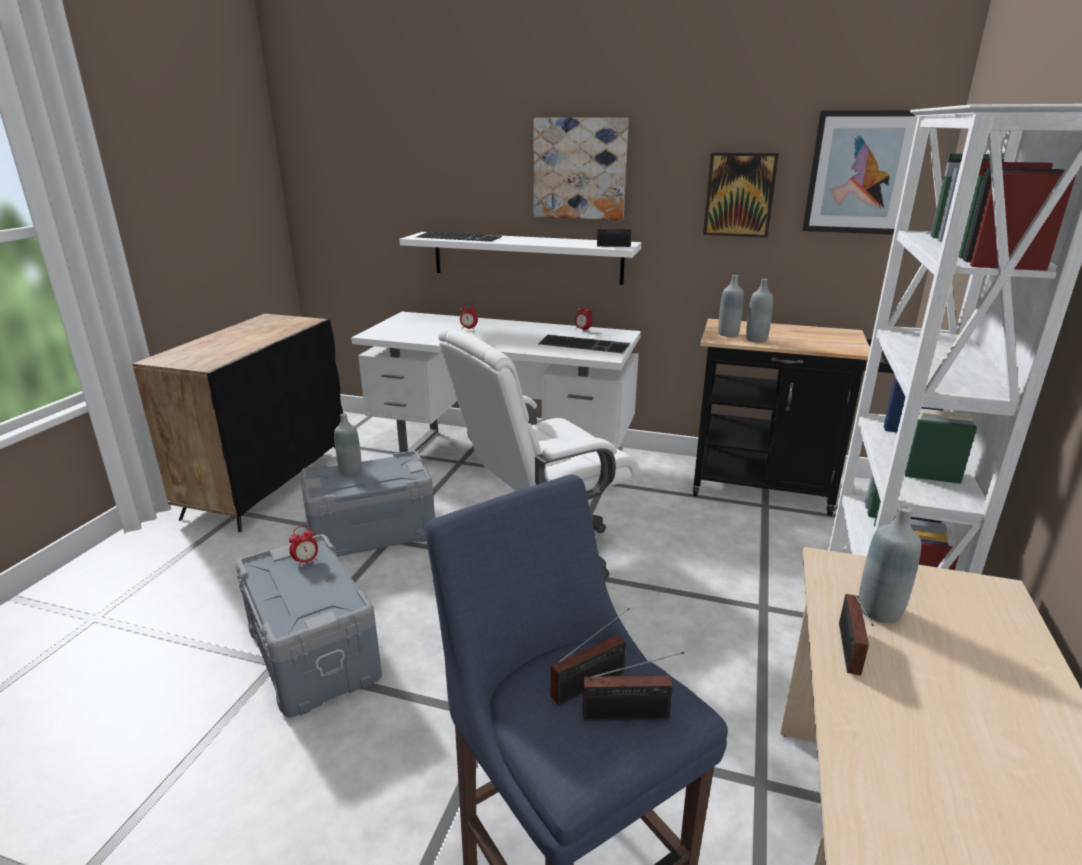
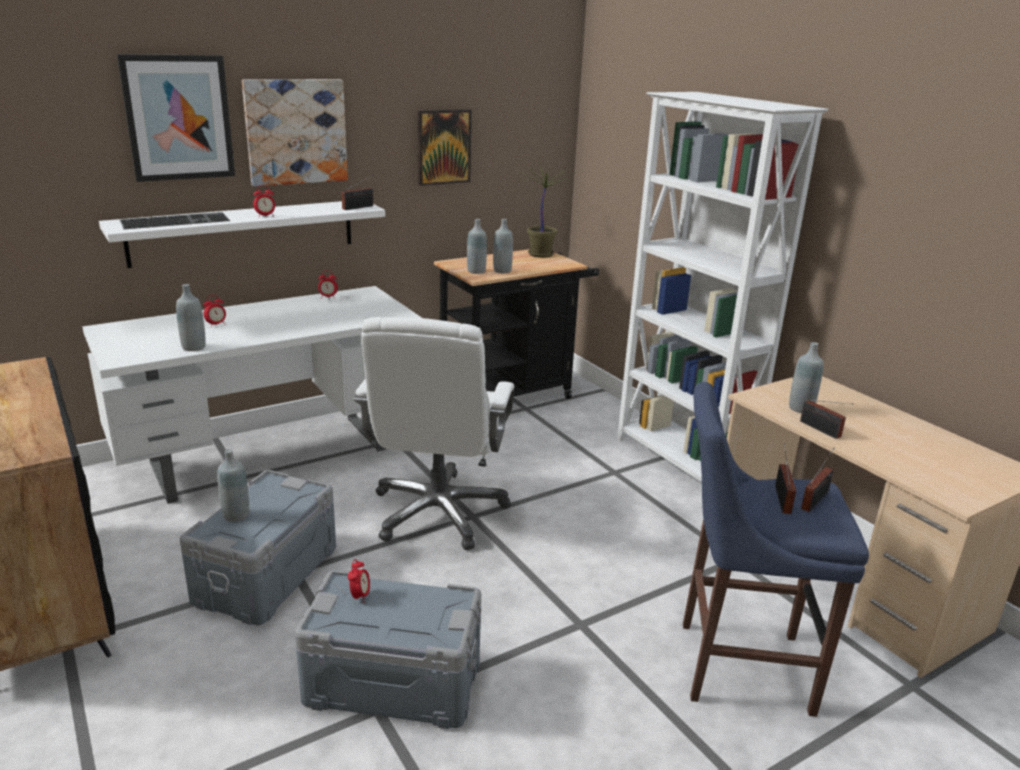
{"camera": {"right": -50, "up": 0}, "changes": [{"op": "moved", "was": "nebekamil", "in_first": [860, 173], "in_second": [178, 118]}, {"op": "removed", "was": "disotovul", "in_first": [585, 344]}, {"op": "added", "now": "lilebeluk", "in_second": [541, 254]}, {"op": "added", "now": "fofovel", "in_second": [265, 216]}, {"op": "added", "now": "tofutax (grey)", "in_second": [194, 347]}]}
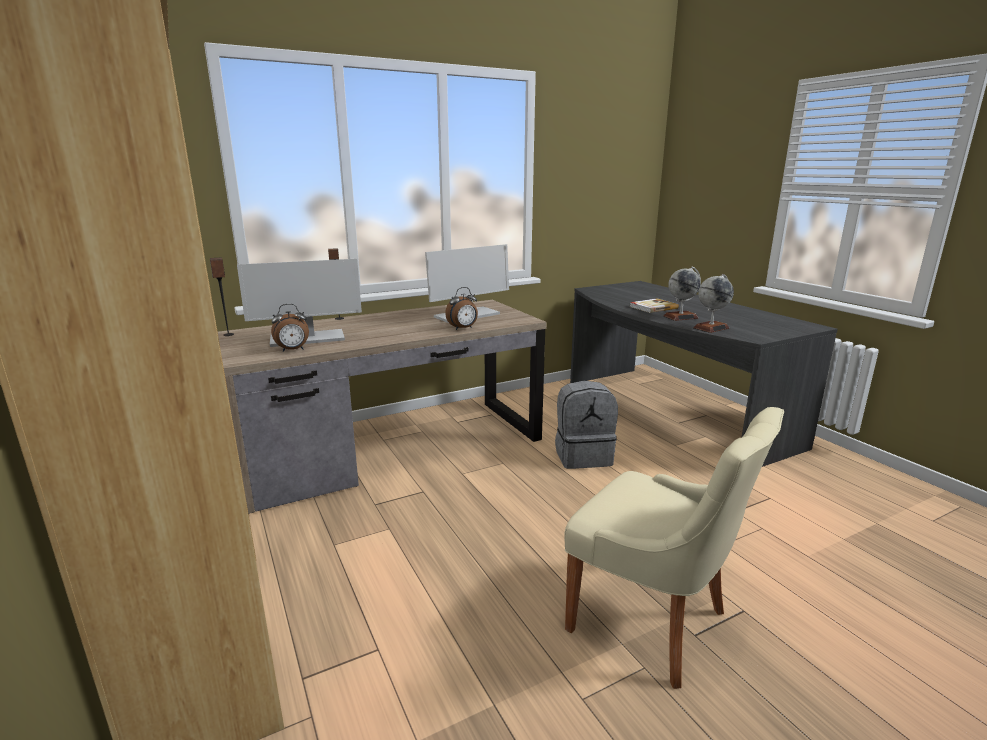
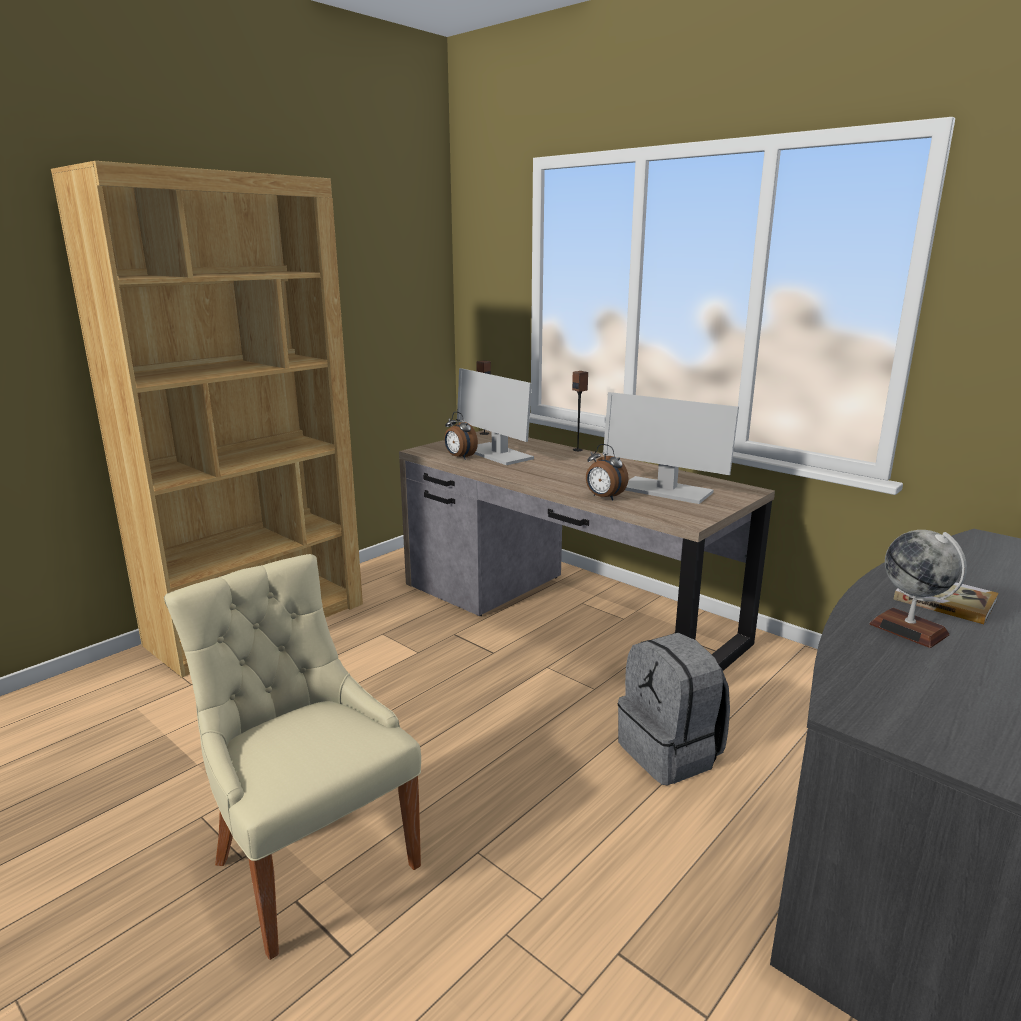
{"camera": {"right": 70, "up": 0}, "changes": [{"op": "removed", "was": "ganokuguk", "in_first": [711, 328]}, {"op": "turned", "was": "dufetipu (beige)", "in_first": [653, 623], "in_second": [312, 860], "clockwise": 120}]}
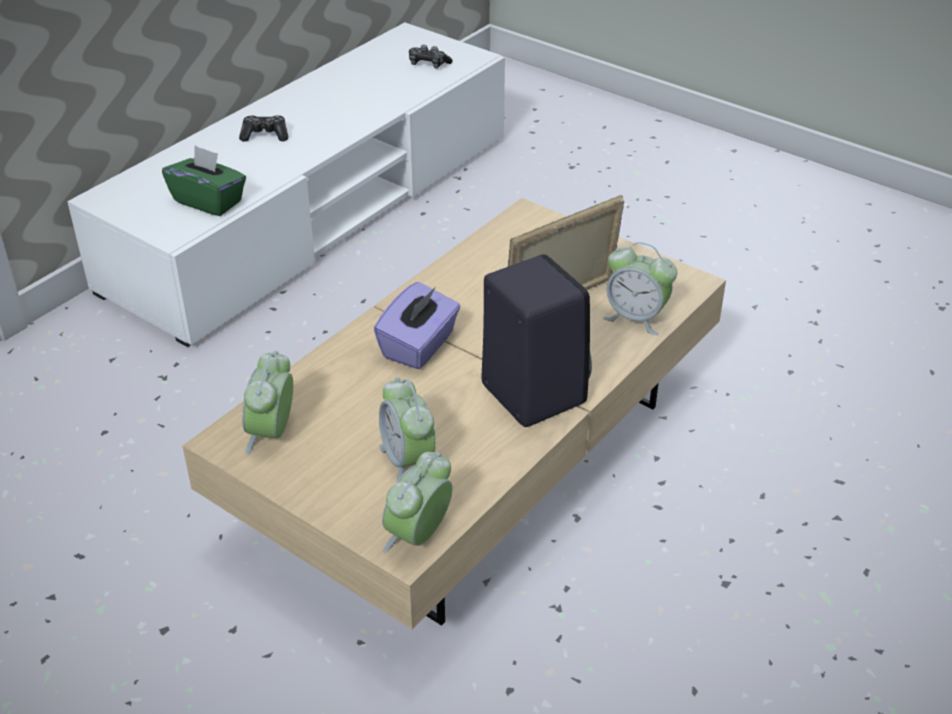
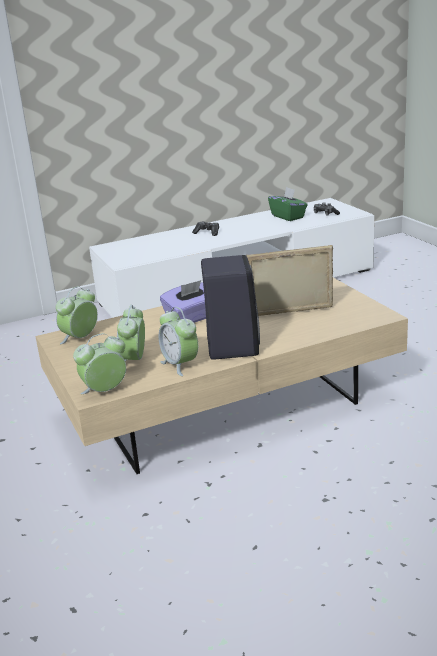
{"camera": {"right": 30, "up": -15}, "changes": [{"op": "moved", "was": "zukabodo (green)", "in_first": [209, 201], "in_second": [288, 216]}, {"op": "moved", "was": "fofovel", "in_first": [636, 318], "in_second": [180, 365]}]}
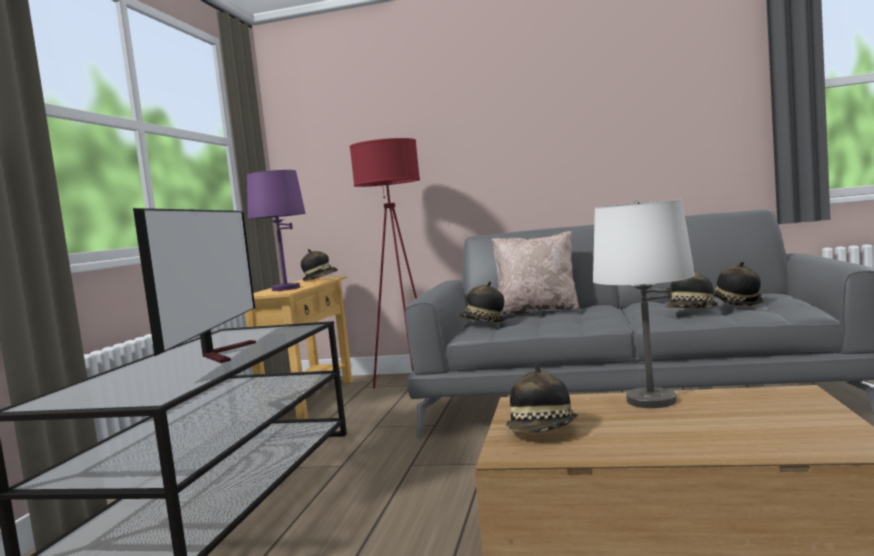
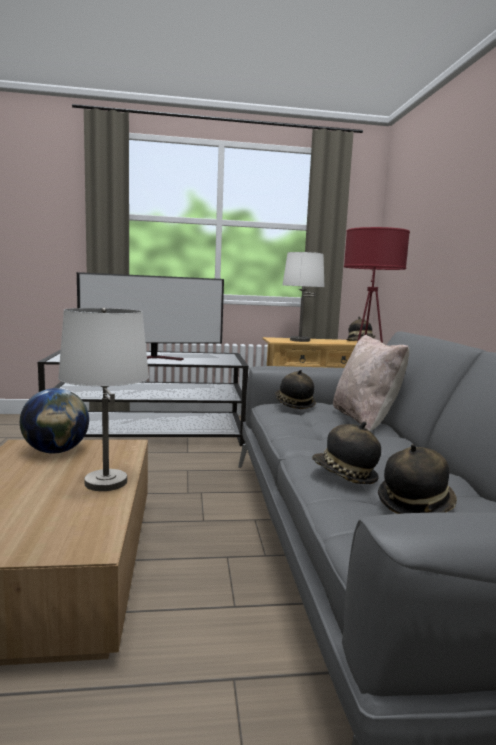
{"camera": {"right": 70, "up": 5}, "changes": [{"op": "recoloured", "was": "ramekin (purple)", "now": "ramekin (white)", "in_first": [286, 289], "in_second": [299, 340]}, {"op": "replaced", "was": "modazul", "now": "ganokuguk", "in_first": [543, 432], "in_second": [56, 451]}]}
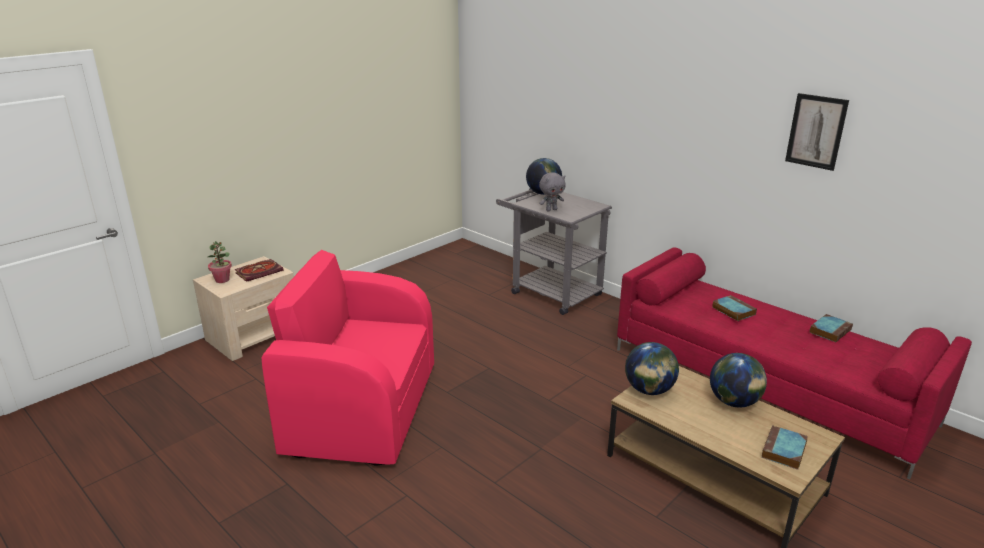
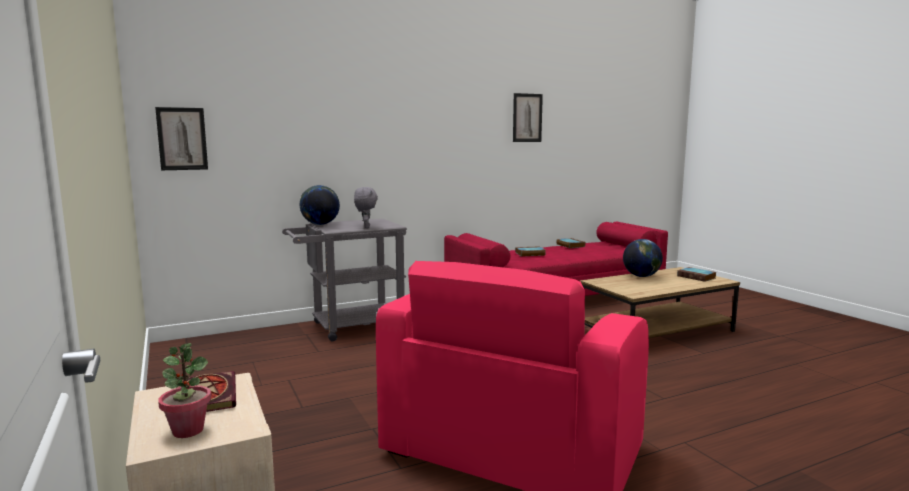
{"camera": {"right": -70, "up": -15}, "changes": [{"op": "removed", "was": "ganokuguk", "in_first": [649, 390]}, {"op": "added", "now": "nebekamil", "in_second": [182, 139]}]}
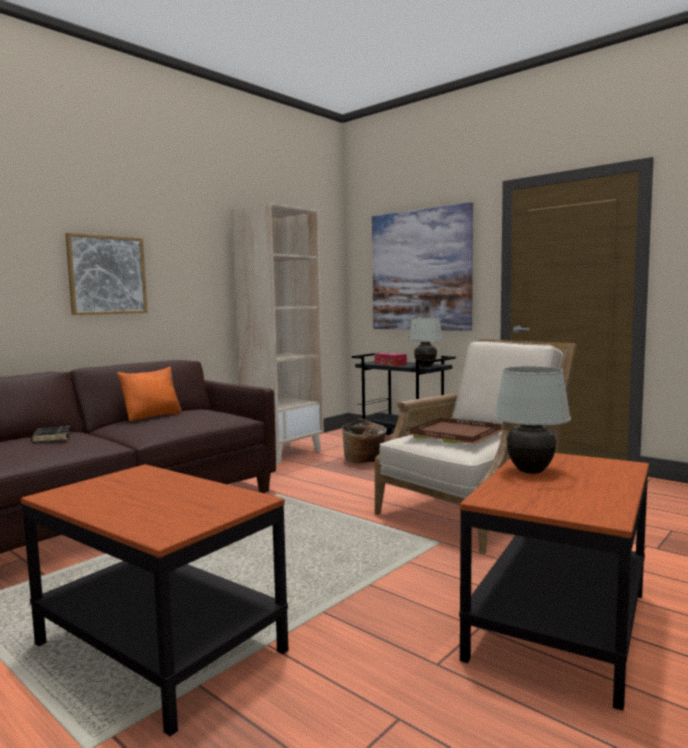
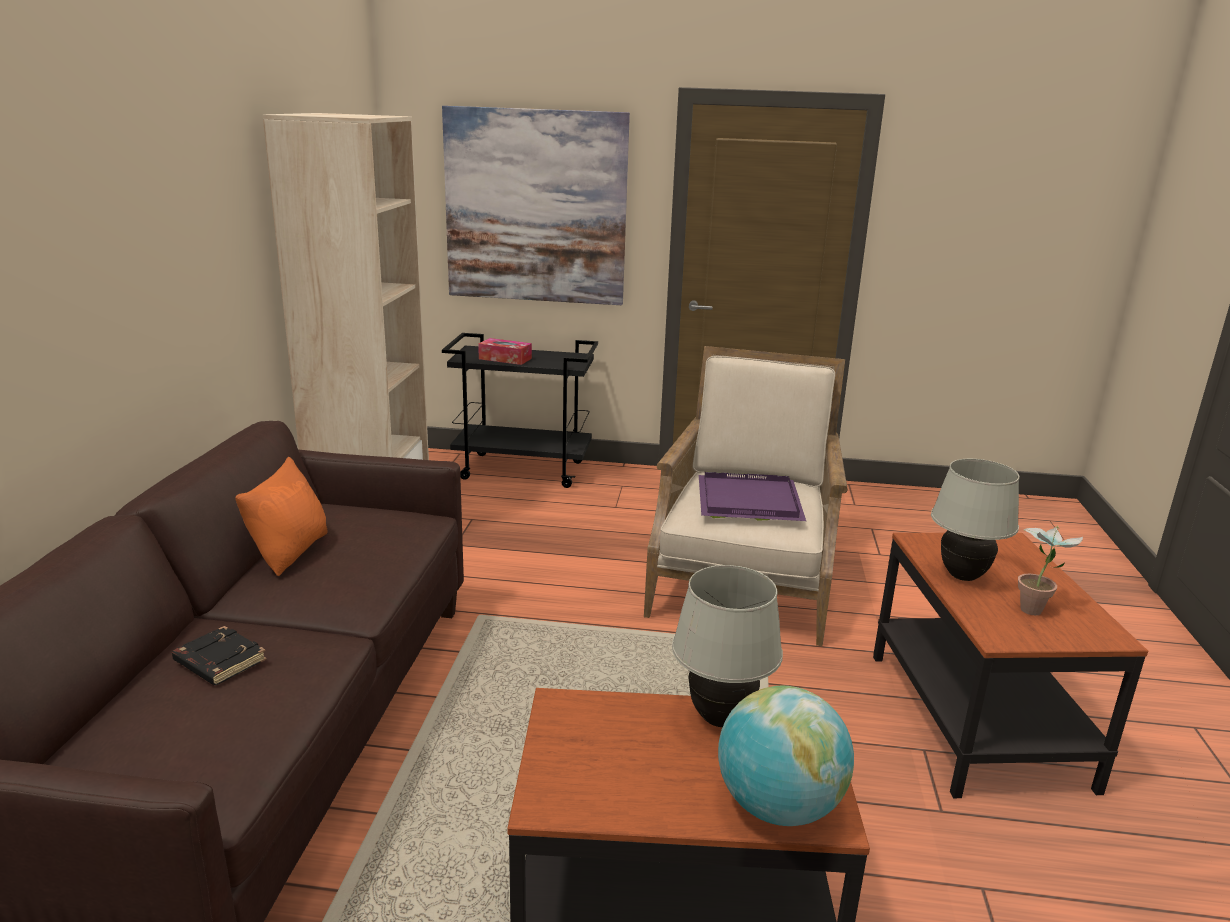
{"camera": {"right": -35, "up": 15}, "changes": [{"op": "removed", "was": "nebekamil", "in_first": [107, 275]}, {"op": "moved", "was": "ramekin (white)", "in_first": [425, 367], "in_second": [721, 718]}, {"op": "recoloured", "was": "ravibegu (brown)", "now": "ravibegu (purple)", "in_first": [453, 435], "in_second": [747, 502]}, {"op": "removed", "was": "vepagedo", "in_first": [364, 461]}, {"op": "added", "now": "lilebeluk", "in_second": [1036, 608]}, {"op": "added", "now": "ganokuguk", "in_second": [778, 806]}]}
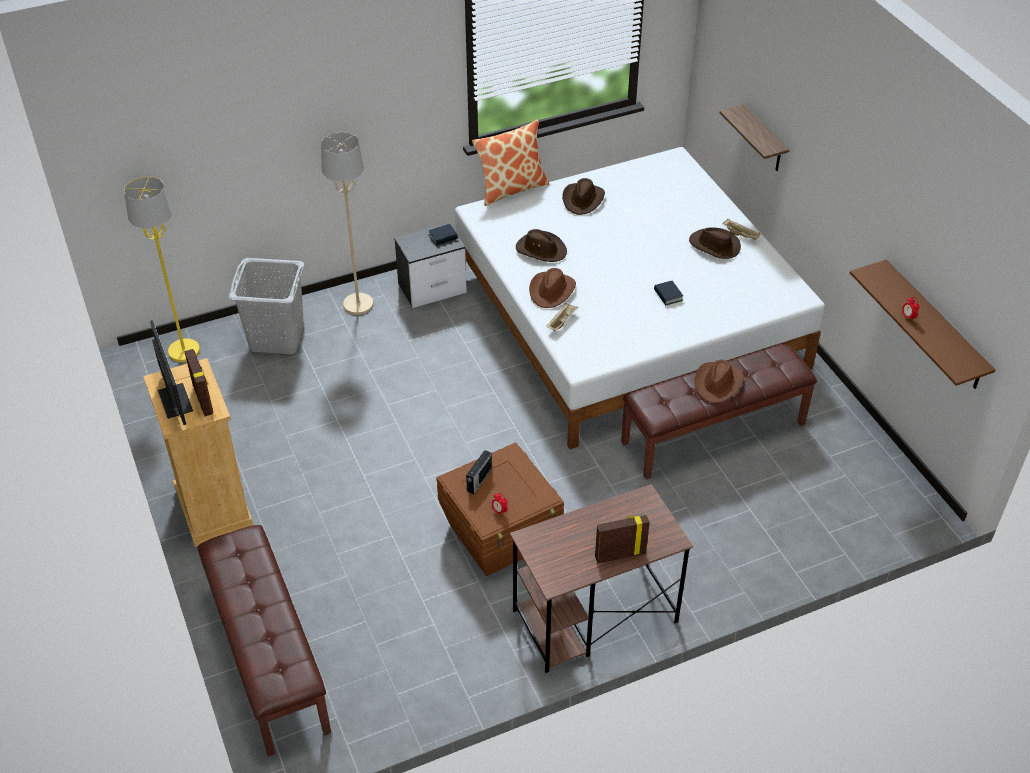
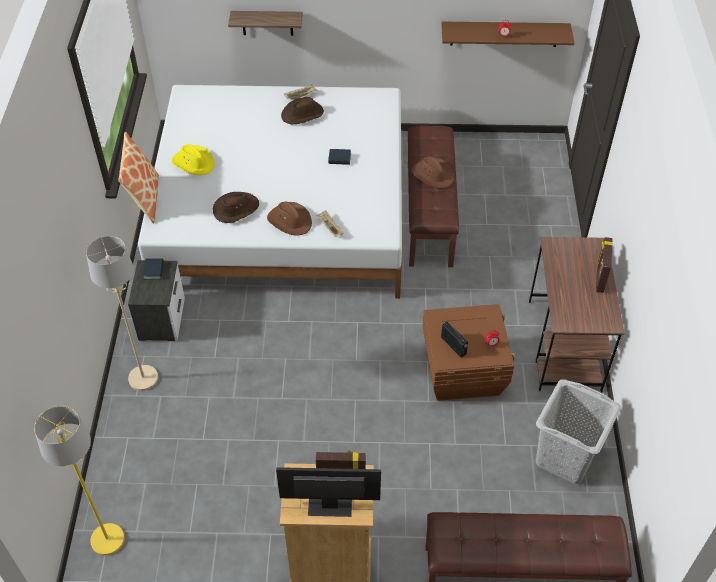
{"camera": {"right": -65, "up": 5}, "changes": [{"op": "recoloured", "was": "modazul (brown)", "now": "modazul (yellow)", "in_first": [583, 200], "in_second": [194, 162]}, {"op": "moved", "was": "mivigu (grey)", "in_first": [277, 338], "in_second": [565, 457]}]}
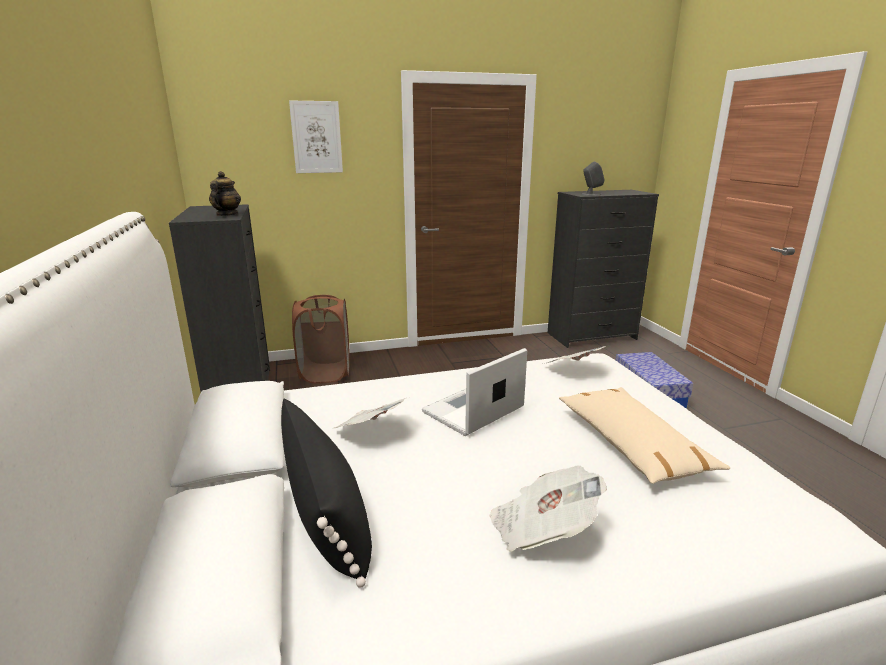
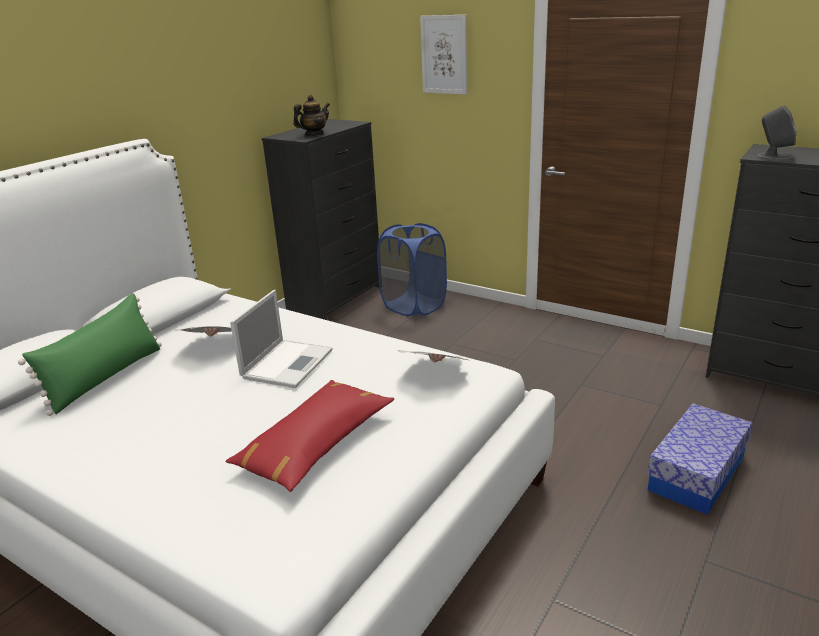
{"camera": {"right": 50, "up": 5}, "changes": [{"op": "recoloured", "was": "mivigu (brown)", "now": "mivigu (blue)", "in_first": [325, 373], "in_second": [413, 306]}, {"op": "turned", "was": "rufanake", "in_first": [472, 411], "in_second": [288, 363], "clockwise": 105}, {"op": "recoloured", "was": "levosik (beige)", "now": "levosik (red)", "in_first": [631, 445], "in_second": [315, 445]}, {"op": "recoloured", "was": "levosik (black)", "now": "levosik (green)", "in_first": [326, 515], "in_second": [106, 377]}, {"op": "removed", "was": "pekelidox", "in_first": [542, 529]}]}
